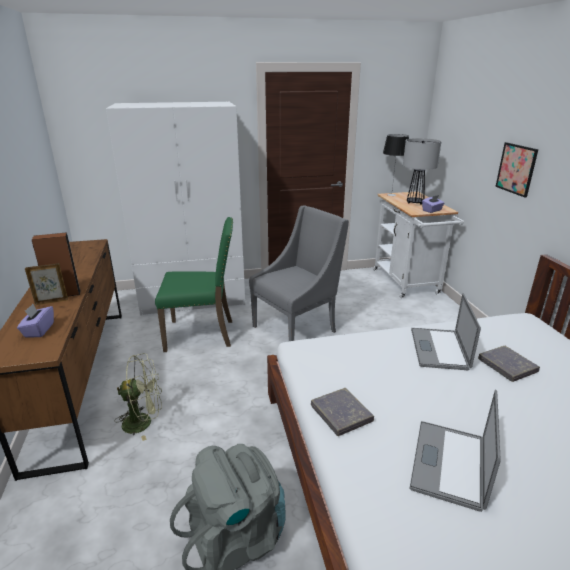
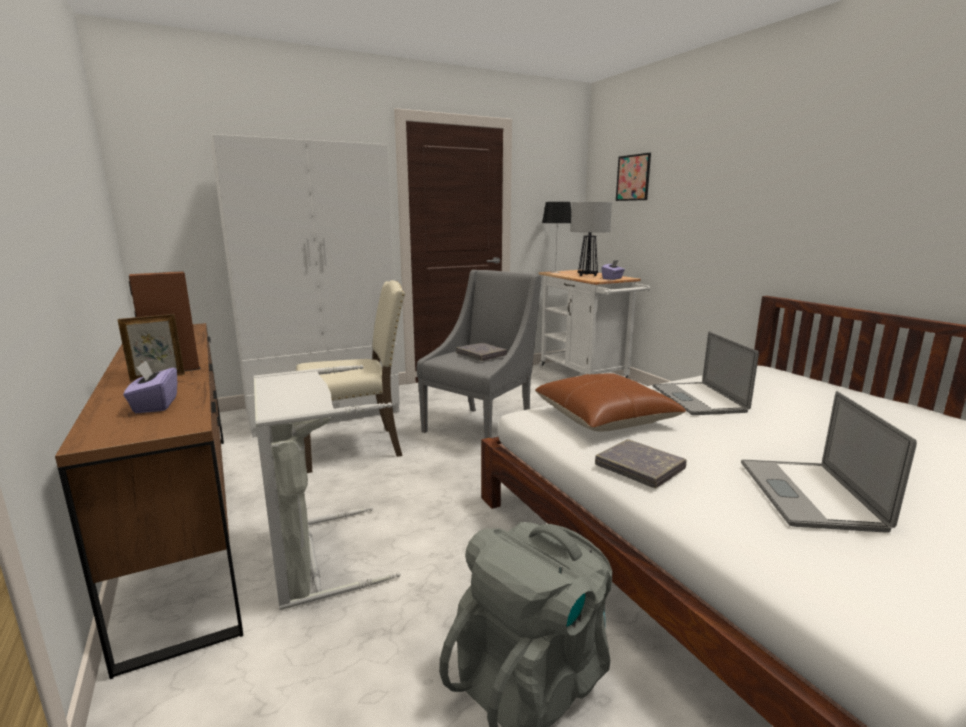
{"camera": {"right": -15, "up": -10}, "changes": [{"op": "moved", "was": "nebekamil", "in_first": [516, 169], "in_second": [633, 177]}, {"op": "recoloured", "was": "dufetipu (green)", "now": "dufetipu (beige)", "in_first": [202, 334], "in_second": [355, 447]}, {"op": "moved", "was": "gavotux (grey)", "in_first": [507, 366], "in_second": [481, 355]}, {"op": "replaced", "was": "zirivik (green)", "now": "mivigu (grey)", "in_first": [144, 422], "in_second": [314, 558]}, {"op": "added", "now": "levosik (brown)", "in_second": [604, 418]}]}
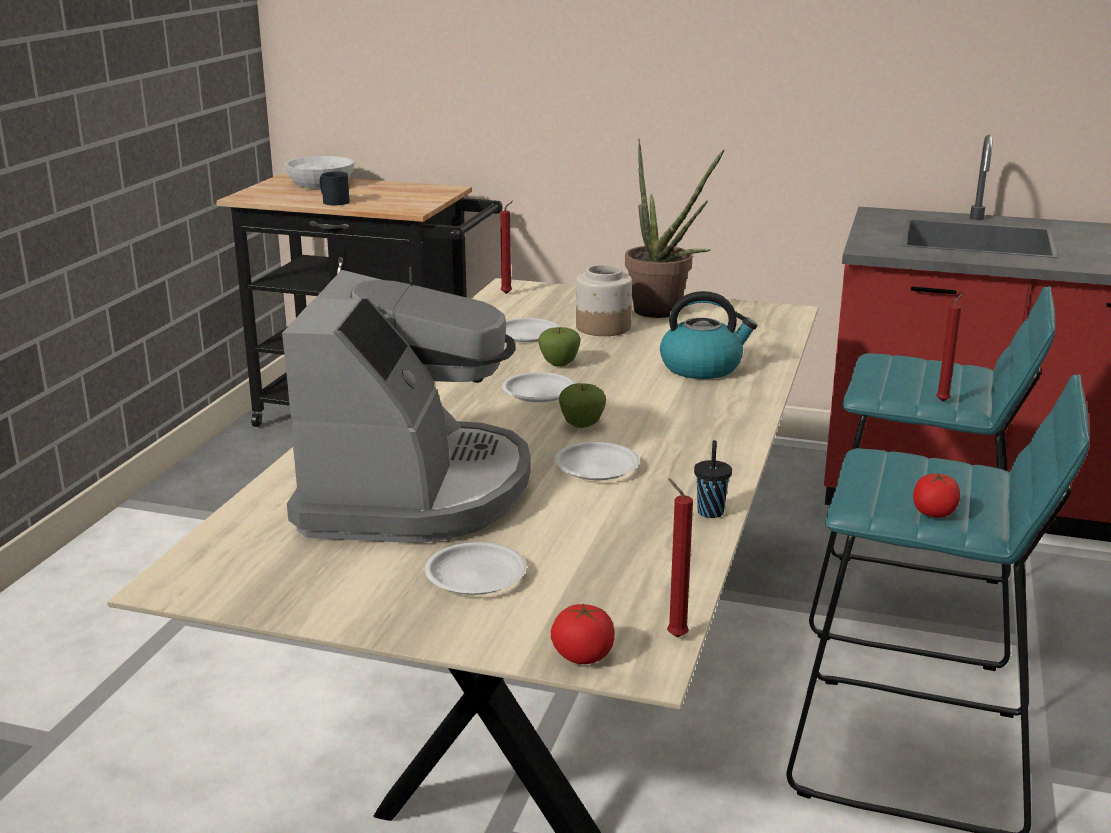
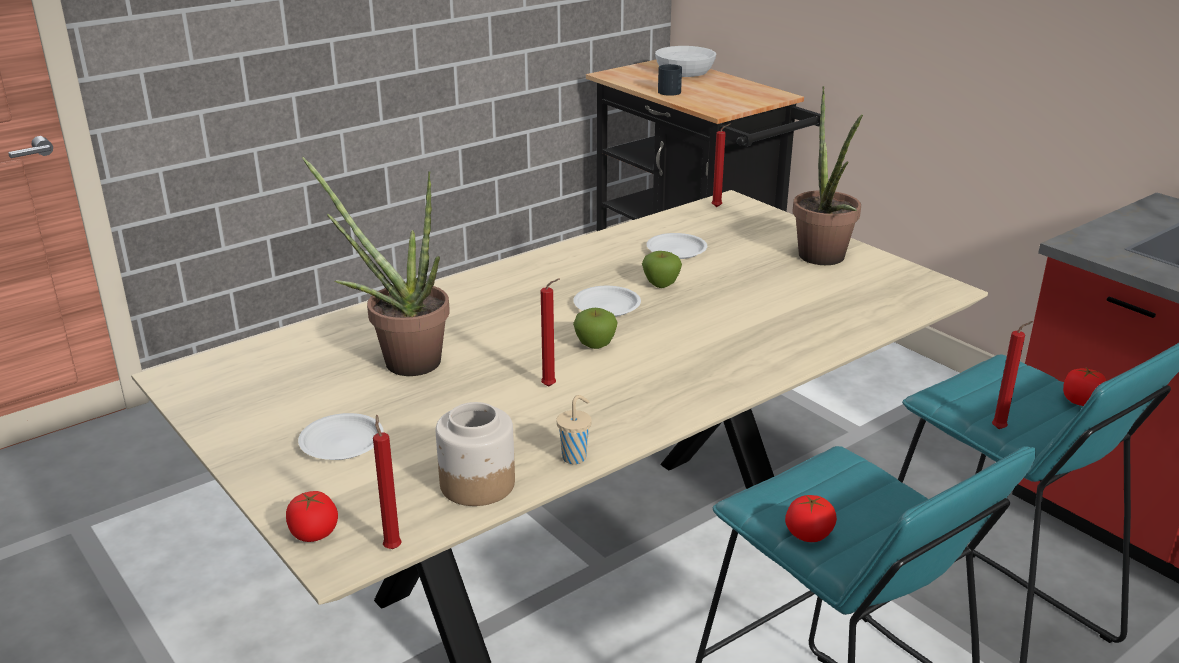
{"camera": {"right": 35, "up": 5}, "changes": [{"op": "moved", "was": "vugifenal", "in_first": [602, 327], "in_second": [476, 484]}, {"op": "replaced", "was": "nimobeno", "now": "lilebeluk", "in_first": [414, 490], "in_second": [401, 360]}, {"op": "removed", "was": "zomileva", "in_first": [702, 367]}, {"op": "recoloured", "was": "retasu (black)", "now": "retasu (beige)", "in_first": [710, 511], "in_second": [575, 457]}, {"op": "replaced", "was": "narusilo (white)", "now": "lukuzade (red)", "in_first": [597, 467], "in_second": [551, 386]}, {"op": "added", "now": "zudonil", "in_second": [1081, 401]}]}
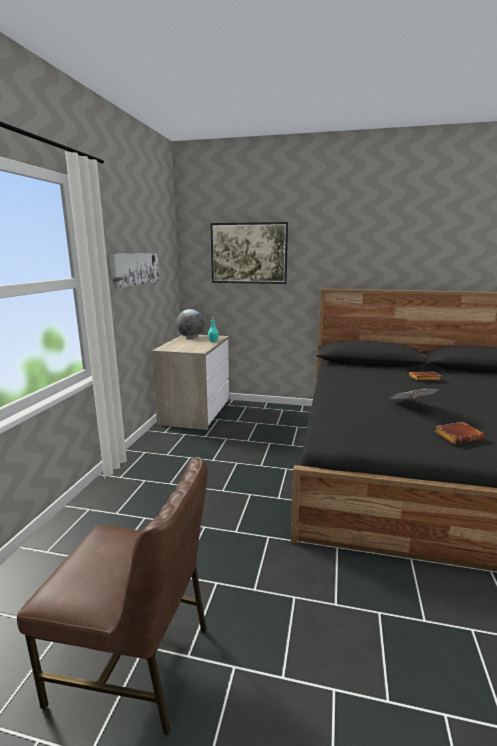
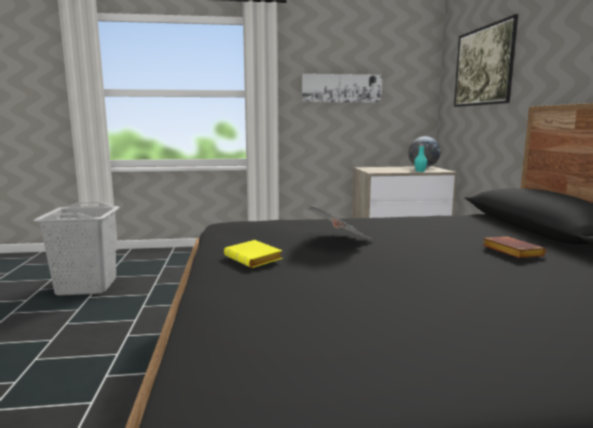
{"camera": {"right": 70, "up": -5}, "changes": [{"op": "recoloured", "was": "gavotux (brown)", "now": "gavotux (yellow)", "in_first": [458, 436], "in_second": [255, 259]}, {"op": "replaced", "was": "dufetipu (brown)", "now": "mivigu (grey)", "in_first": [135, 663], "in_second": [86, 287]}]}
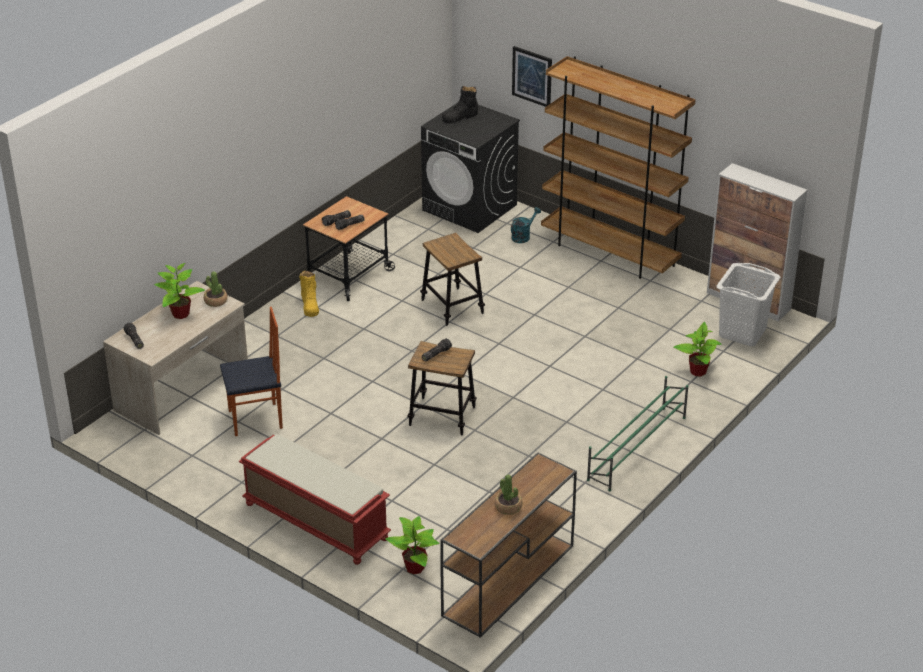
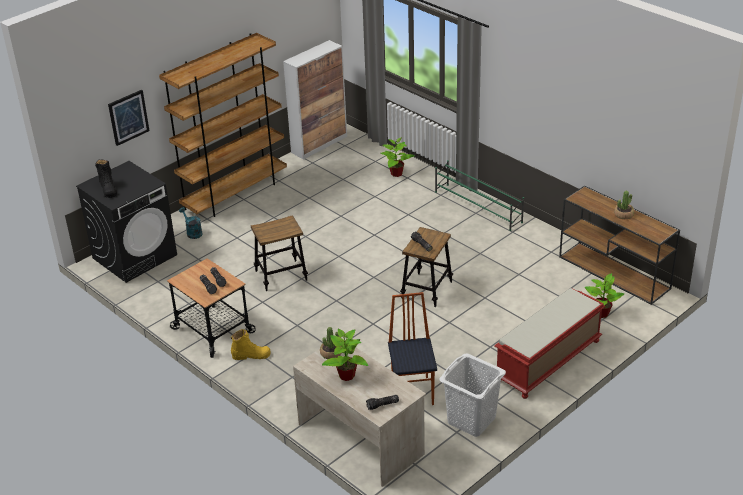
{"camera": {"right": -80, "up": 0}, "changes": [{"op": "moved", "was": "mivigu (white)", "in_first": [742, 333], "in_second": [471, 420]}]}
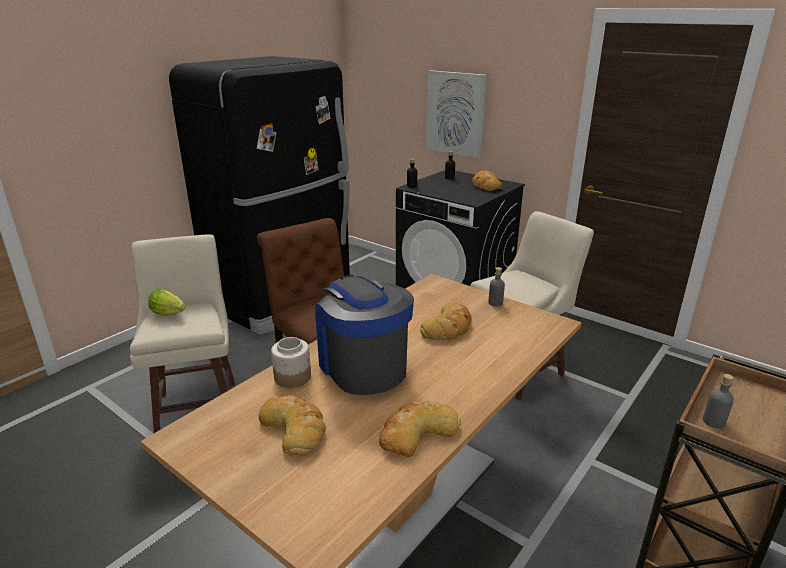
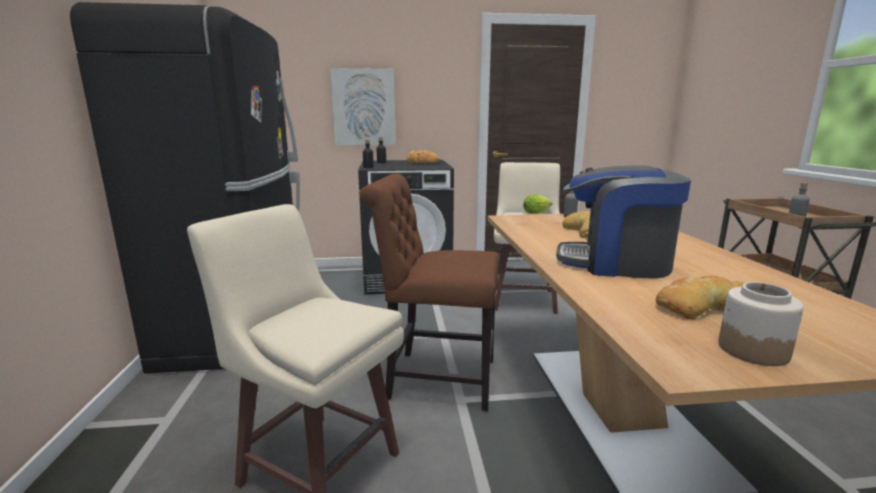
{"camera": {"right": -45, "up": -10}, "changes": [{"op": "moved", "was": "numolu", "in_first": [170, 314], "in_second": [537, 213]}, {"op": "moved", "was": "vugifenal", "in_first": [293, 377], "in_second": [752, 350]}, {"op": "removed", "was": "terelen", "in_first": [416, 432]}]}
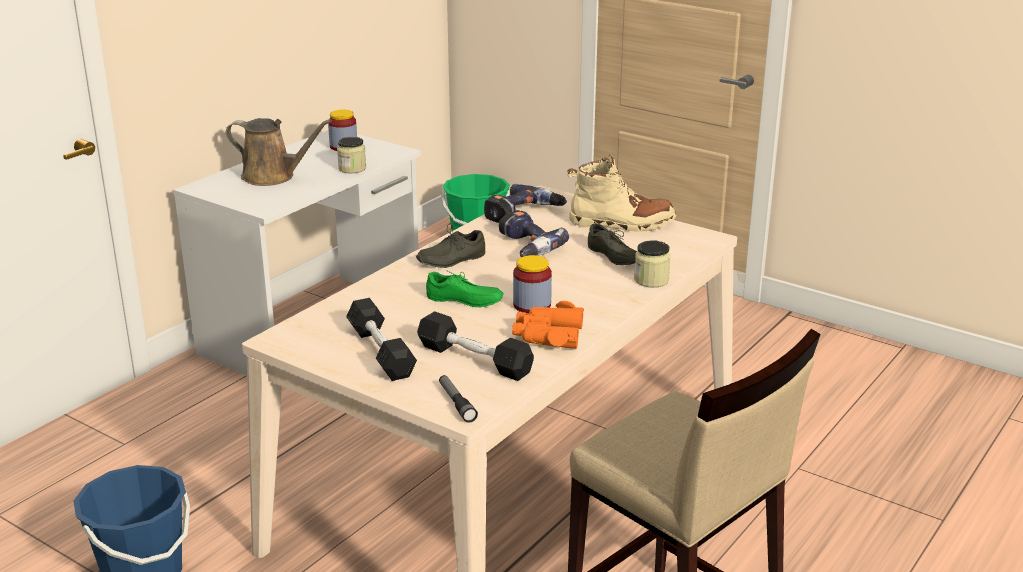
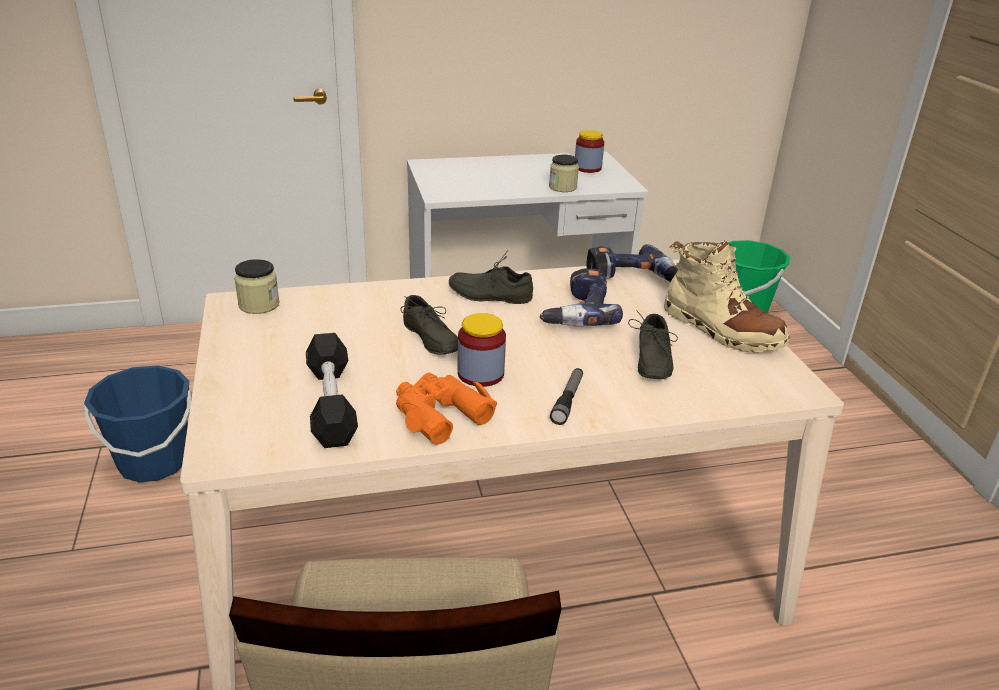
{"camera": {"right": 40, "up": 5}, "changes": [{"op": "removed", "was": "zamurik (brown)", "in_first": [273, 177]}, {"op": "moved", "was": "vugifenal", "in_first": [651, 280], "in_second": [259, 305]}, {"op": "recoloured", "was": "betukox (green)", "now": "betukox (grey)", "in_first": [463, 301], "in_second": [428, 339]}, {"op": "removed", "was": "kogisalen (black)", "in_first": [381, 352]}, {"op": "moved", "was": "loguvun", "in_first": [456, 403], "in_second": [567, 401]}]}
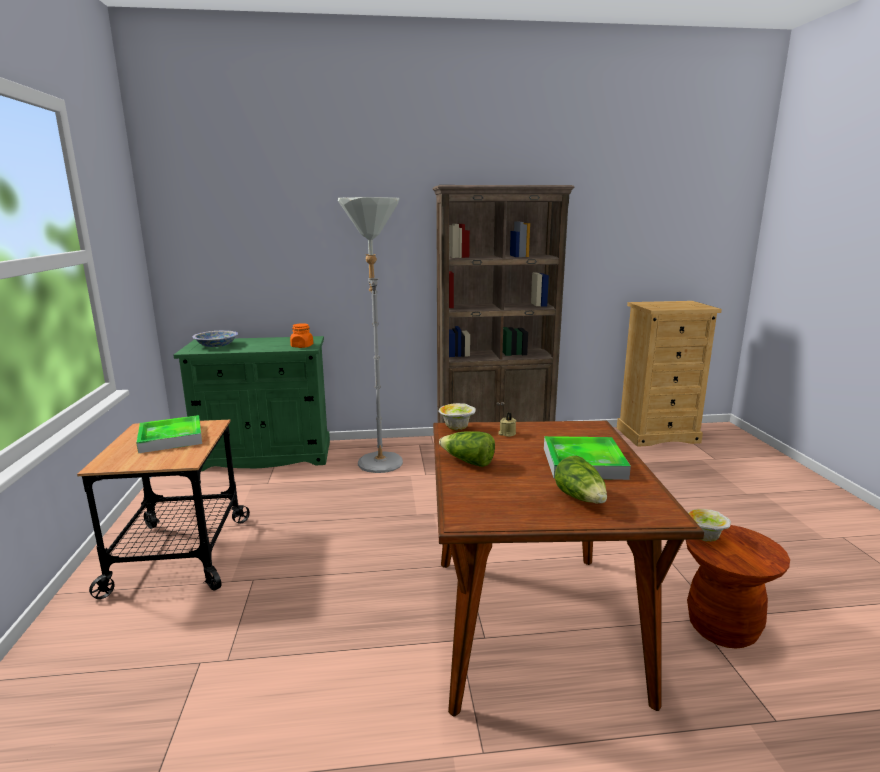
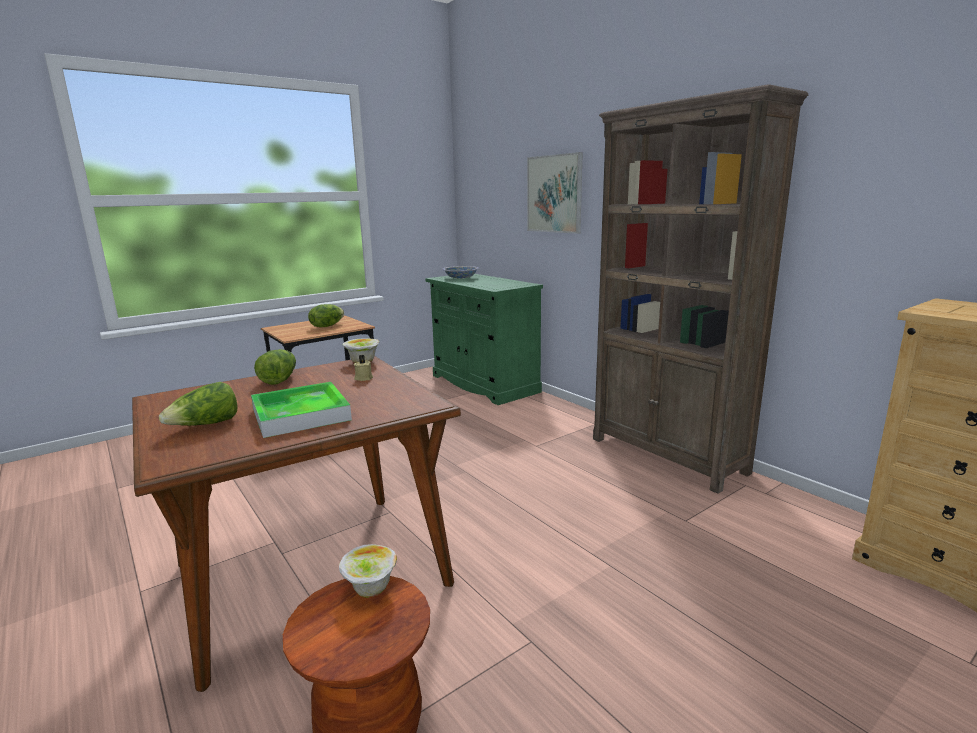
{"camera": {"right": 60, "up": 0}, "changes": [{"op": "removed", "was": "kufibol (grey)", "in_first": [379, 459]}, {"op": "removed", "was": "vugifenal (orange)", "in_first": [302, 346]}, {"op": "replaced", "was": "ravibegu", "now": "numolu", "in_first": [171, 438], "in_second": [327, 326]}, {"op": "added", "now": "nebekamil", "in_second": [554, 194]}]}
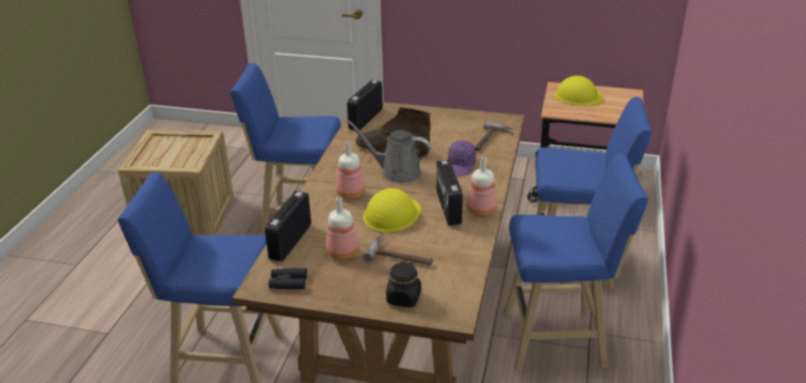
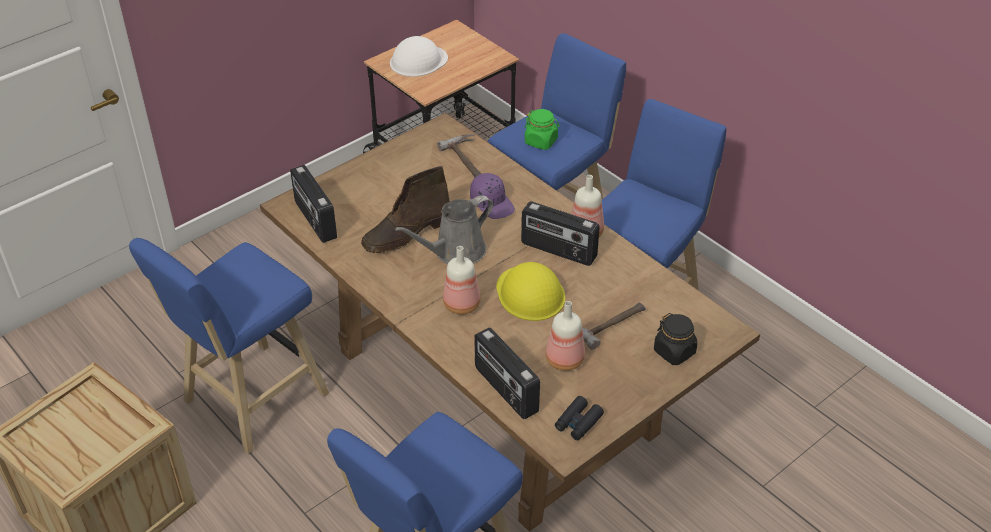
{"camera": {"right": -55, "up": 10}, "changes": [{"op": "recoloured", "was": "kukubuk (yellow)", "now": "kukubuk (white)", "in_first": [578, 96], "in_second": [418, 61]}, {"op": "added", "now": "vugifenal (green)", "in_second": [541, 141]}]}
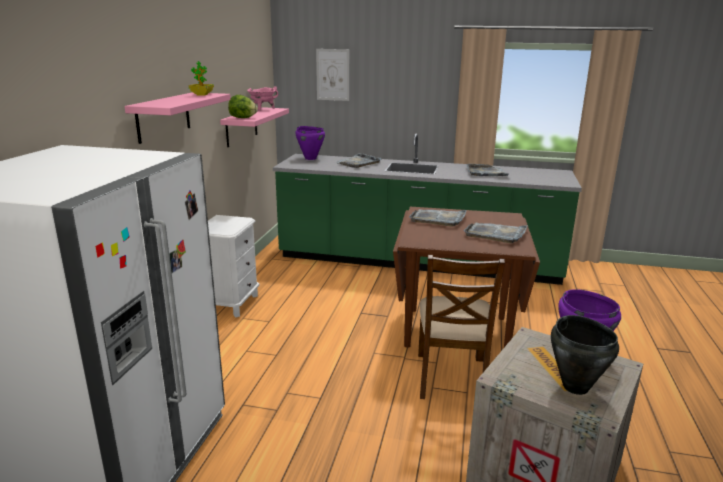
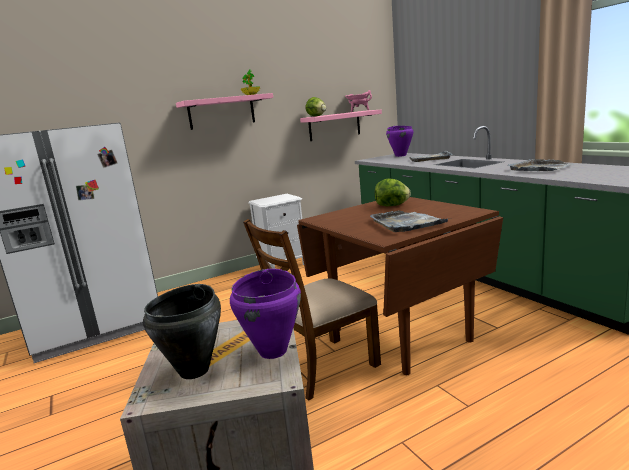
{"camera": {"right": 50, "up": -5}, "changes": [{"op": "removed", "was": "nebekamil", "in_first": [333, 75]}, {"op": "replaced", "was": "ravibegu (grey)", "now": "numolu", "in_first": [438, 219], "in_second": [392, 206]}]}
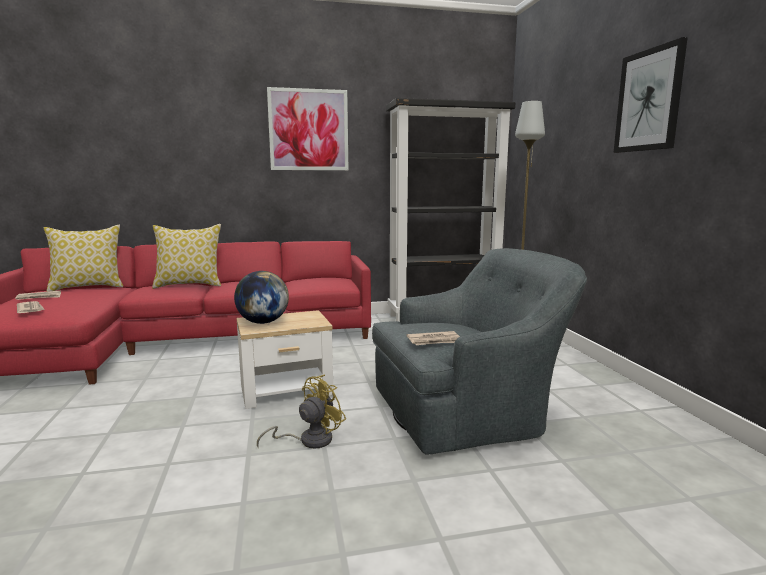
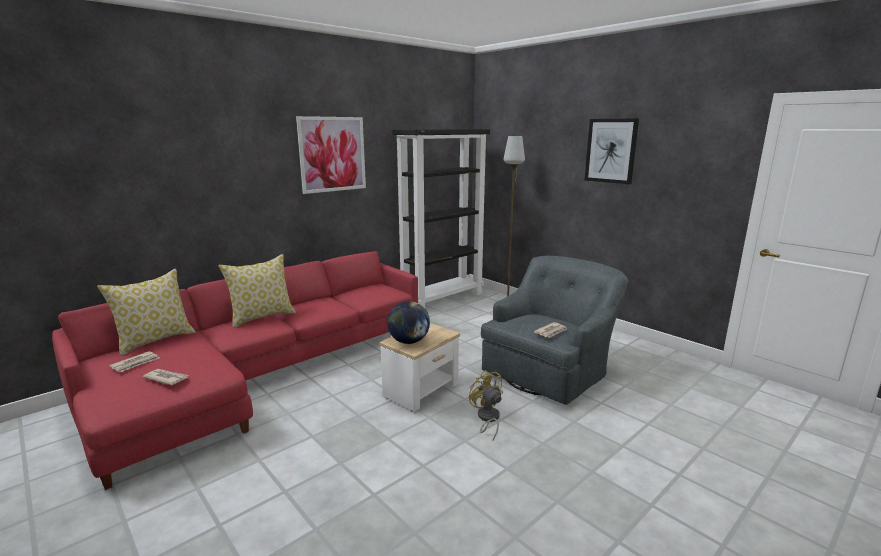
{"camera": {"right": -30, "up": 5}, "changes": [{"op": "turned", "was": "zirivik (yellow)", "in_first": [309, 440], "in_second": [487, 419], "clockwise": -45}]}
